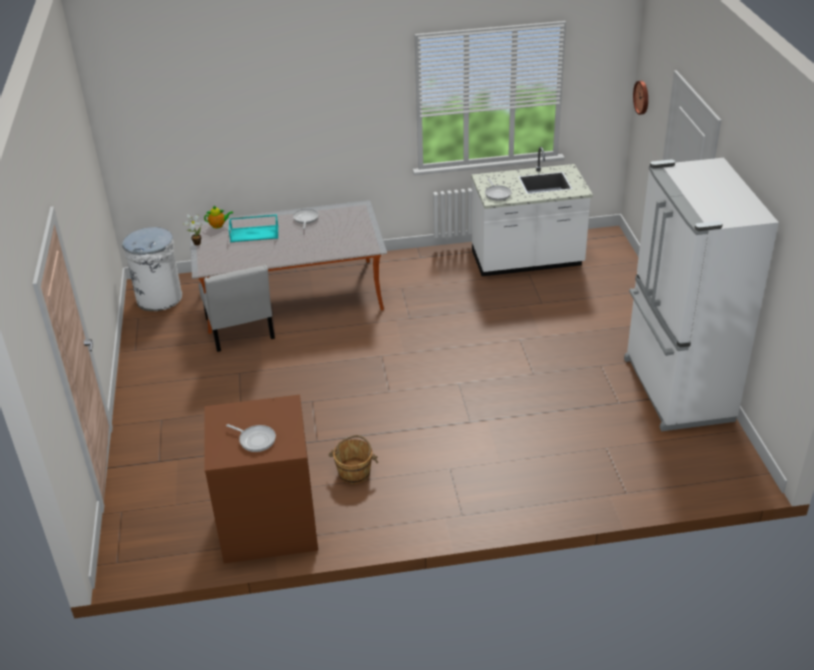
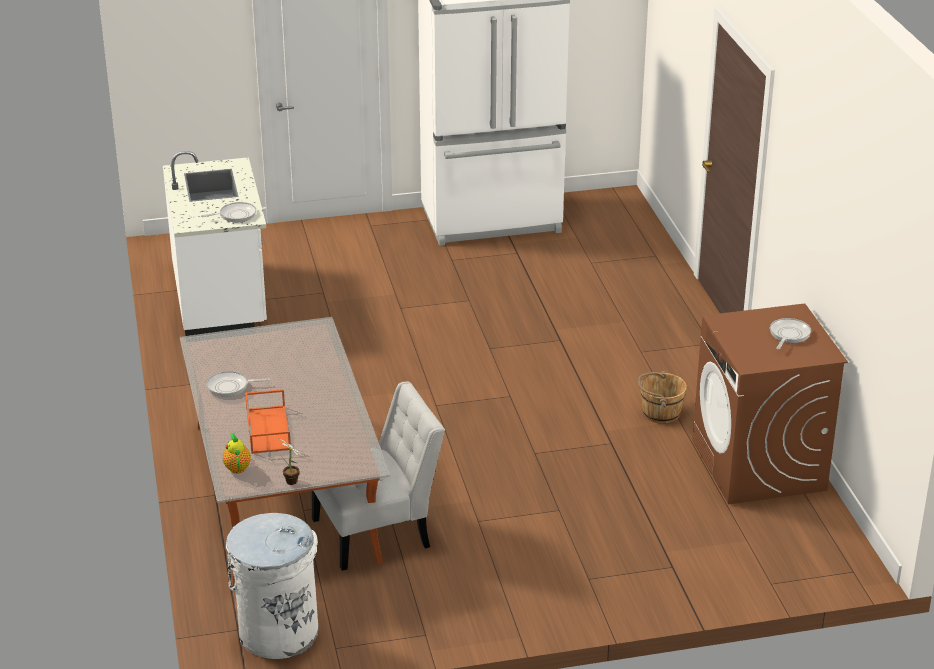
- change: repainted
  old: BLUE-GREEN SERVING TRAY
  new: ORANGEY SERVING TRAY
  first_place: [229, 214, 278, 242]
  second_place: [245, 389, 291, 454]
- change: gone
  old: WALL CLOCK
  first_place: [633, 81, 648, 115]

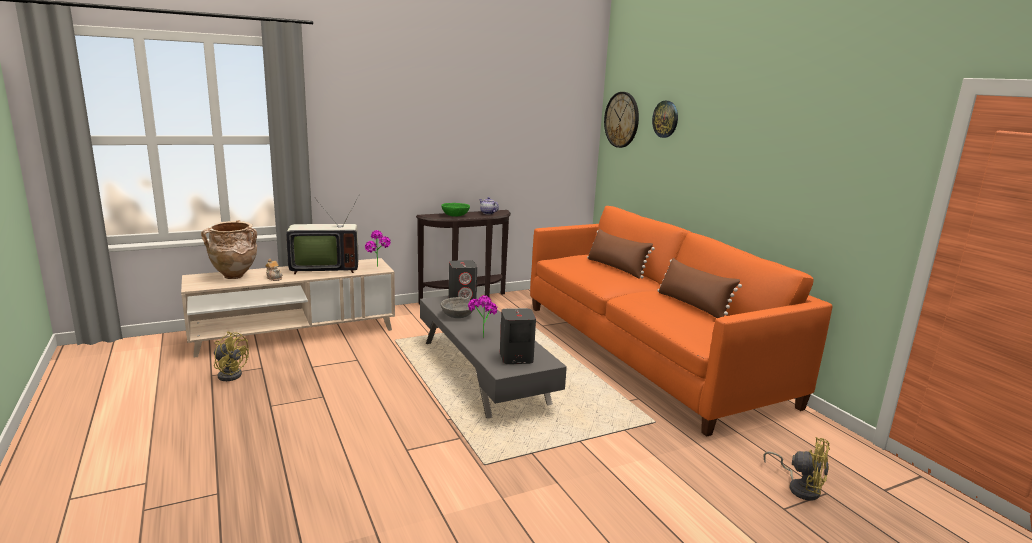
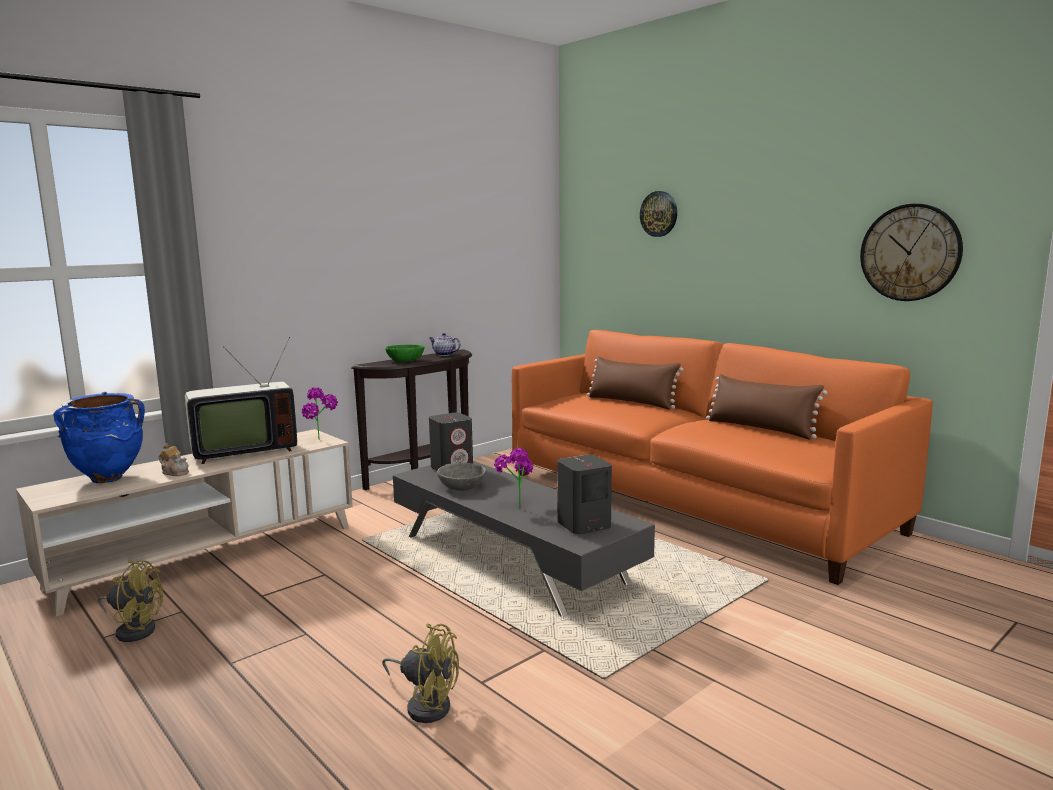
- change: repainted
  old: BEIGE FLOWER VASE
  new: BLUE FLOWER VASE
  first_place: [201, 220, 257, 279]
  second_place: [53, 392, 145, 483]
- change: shifted
  old: YELLOW ELECTRIC FAN
  first_place: [763, 437, 830, 501]
  second_place: [382, 624, 459, 723]
- change: shifted
  old: WALL CLOCK
  first_place: [604, 92, 639, 148]
  second_place: [860, 204, 963, 301]

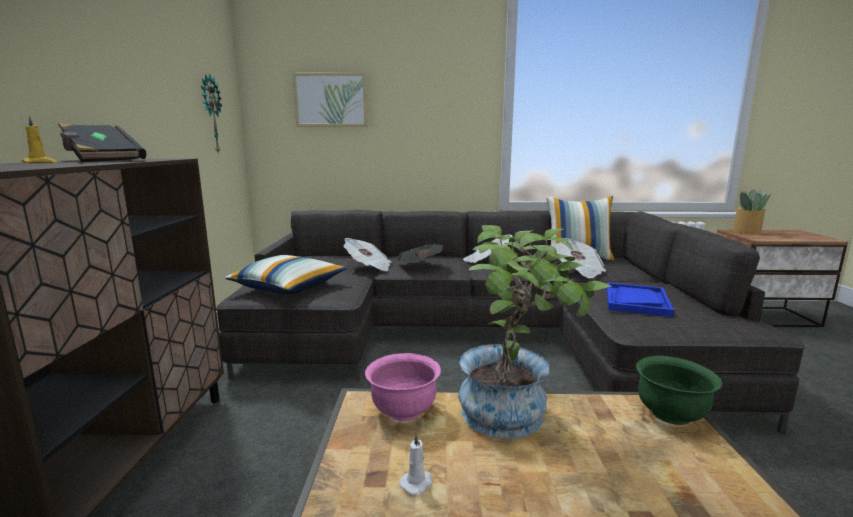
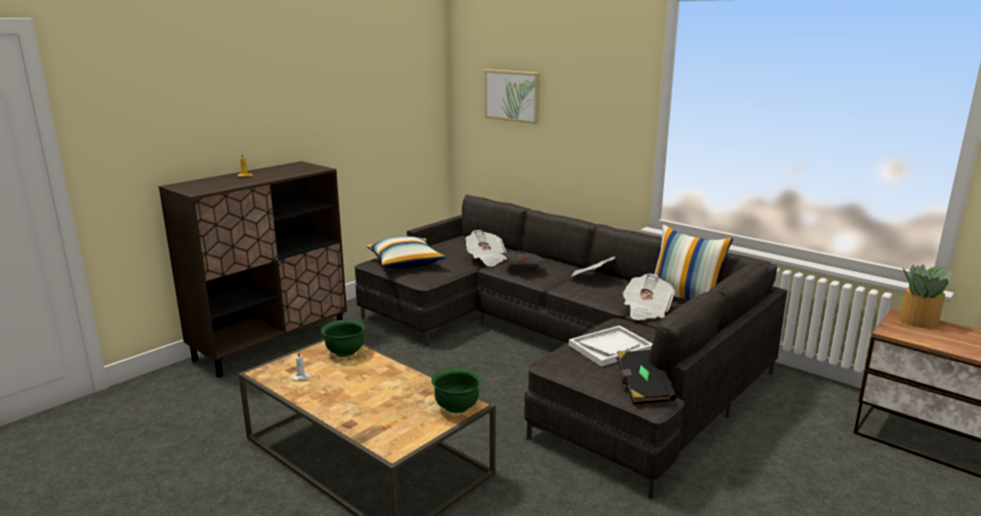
- change: repainted
  old: PINK BOWL
  new: GREEN BOWL
  first_place: [365, 353, 441, 421]
  second_place: [321, 319, 366, 357]
- change: repainted
  old: BLUE SERVING TRAY
  new: WHITISH SERVING TRAY
  first_place: [606, 282, 674, 317]
  second_place: [569, 325, 652, 367]
- change: shifted
  old: BLACK VOLUME
  first_place: [58, 123, 146, 162]
  second_place: [617, 350, 676, 404]
- change: gone
  old: WALL CLOCK
  first_place: [201, 74, 222, 154]
- change: gone
  old: PLANT IN A POT
  first_place: [458, 225, 612, 439]

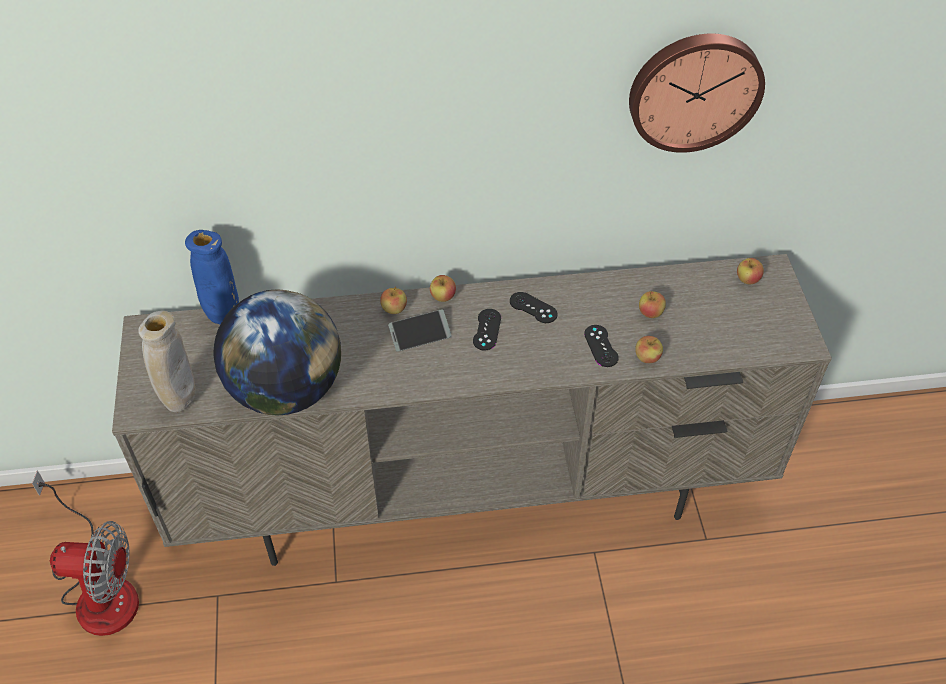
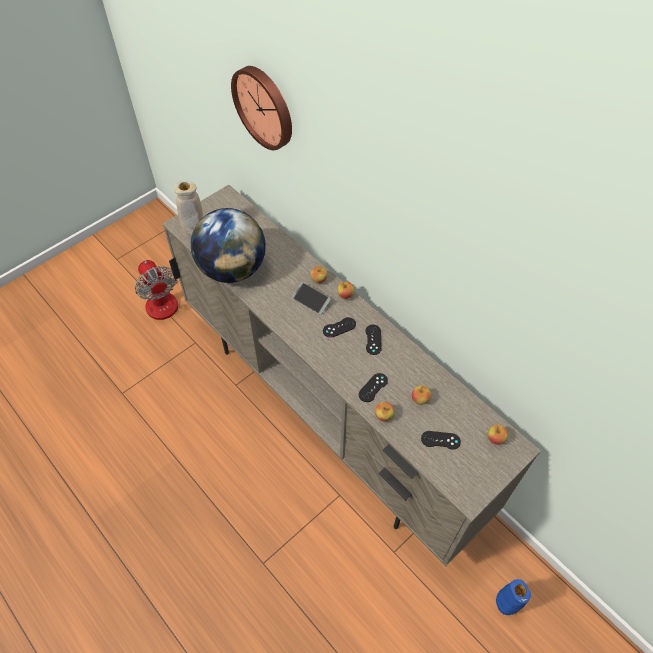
- change: shifted
  old: WALL CLOCK
  first_place: [629, 33, 765, 153]
  second_place: [231, 66, 292, 150]
- change: new
  new: BLACK JOYPAD
  second_place: [421, 431, 461, 450]
- change: shifted
  old: BLUE FLOWER VASE
  first_place: [185, 230, 239, 325]
  second_place: [496, 579, 531, 615]

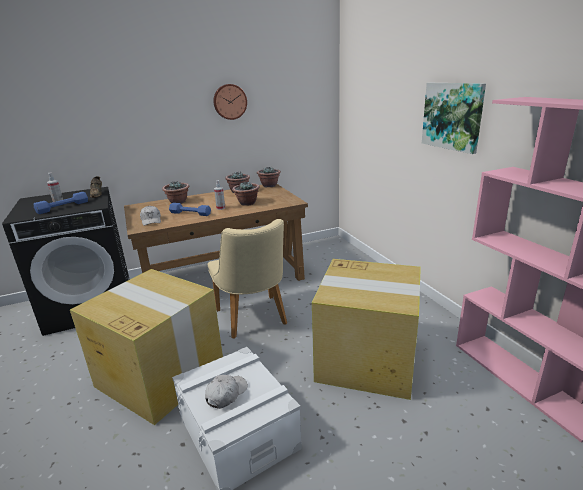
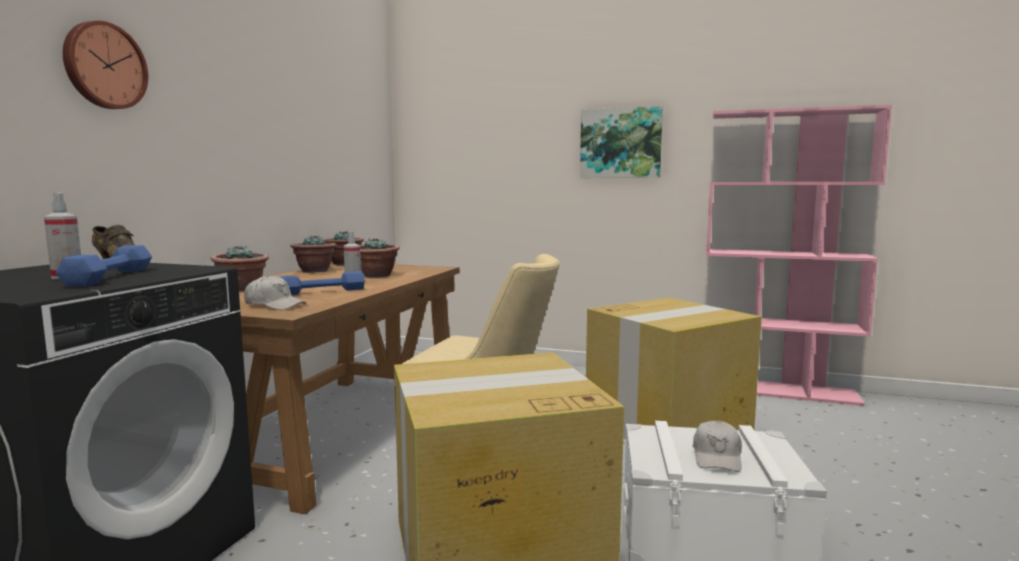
- change: shifted
  old: WALL CLOCK
  first_place: [213, 84, 247, 120]
  second_place: [63, 20, 148, 109]
- change: rotated
  old: WHITISH CAP
  first_place: [205, 375, 248, 409]
  second_place: [693, 420, 742, 472]
  degrees: -150

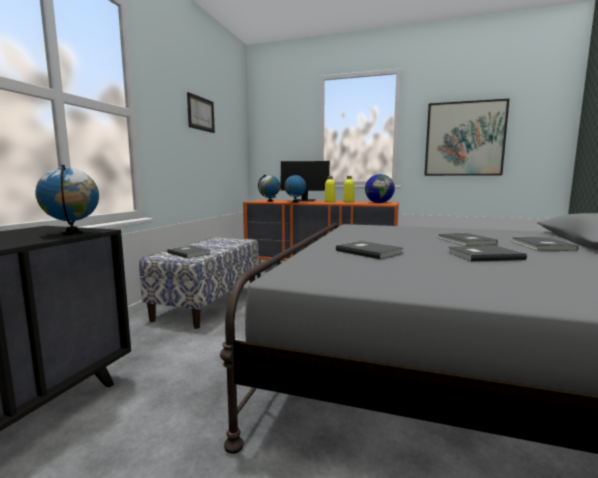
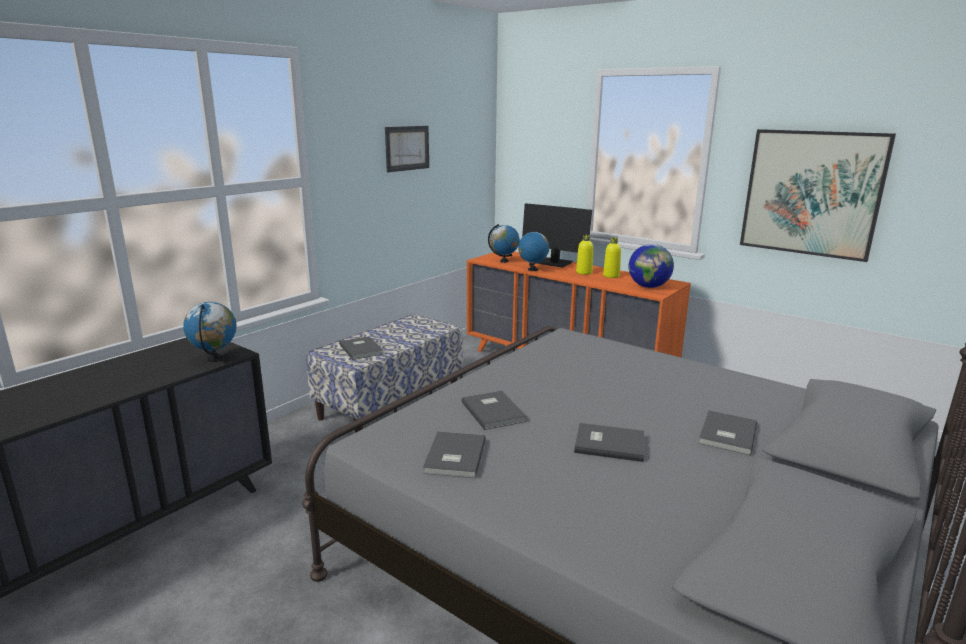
- change: shifted
  old: GRAY VOLUME
  first_place: [438, 233, 498, 246]
  second_place: [423, 431, 486, 478]

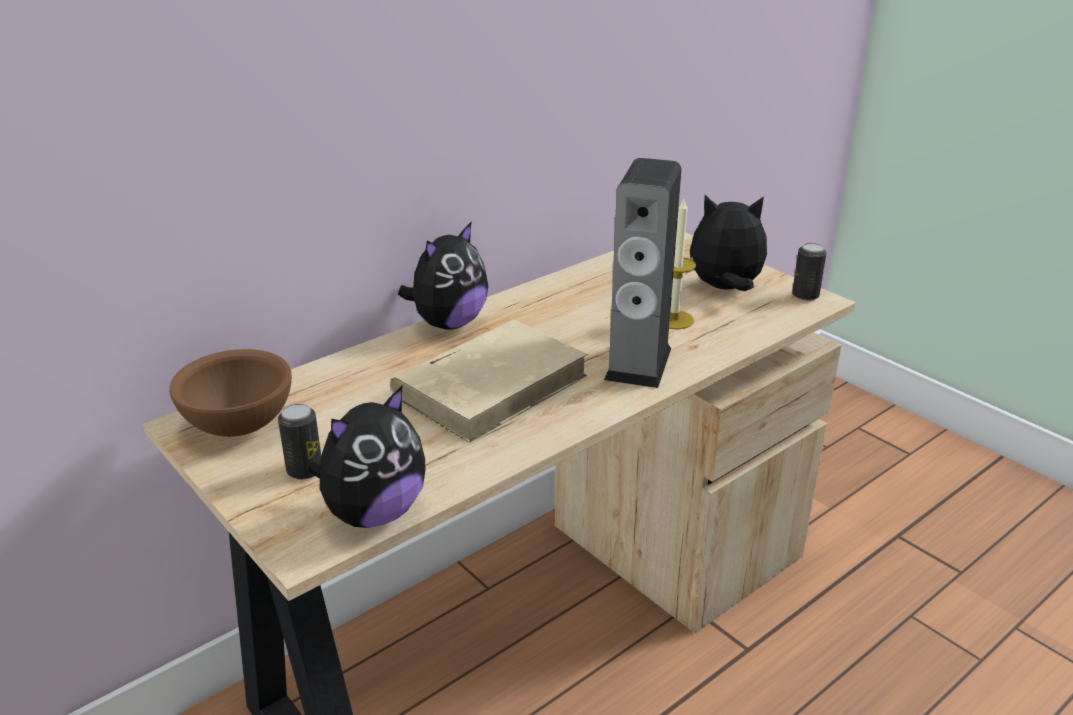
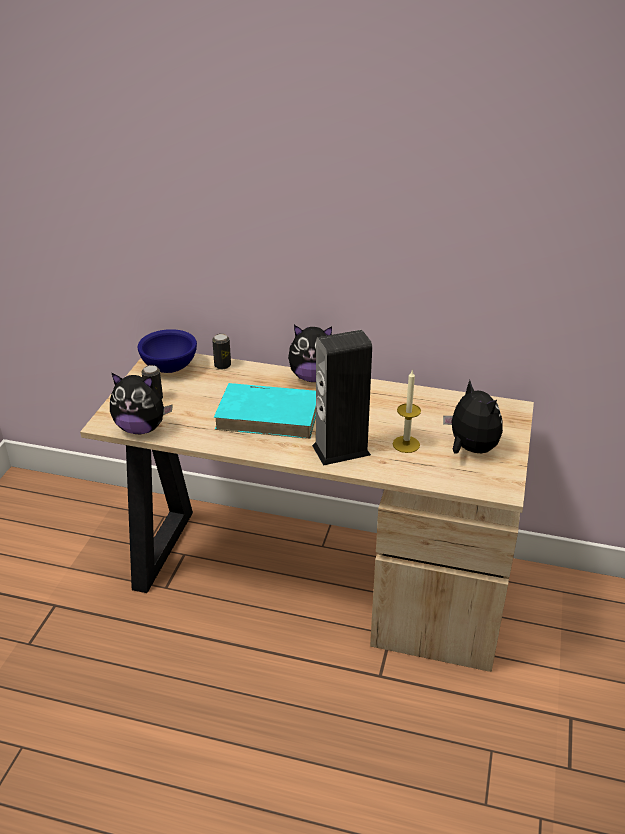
- change: repainted
  old: BROWNISH BOWL
  new: BLUE BOWL
  first_place: [169, 349, 292, 437]
  second_place: [137, 329, 197, 373]
- change: shifted
  old: SEALED CAN
  first_place: [792, 243, 827, 301]
  second_place: [212, 334, 231, 369]
- change: repainted
  old: BEIGE VOLUME
  new: BLUE-GREEN VOLUME
  first_place: [390, 320, 588, 443]
  second_place: [214, 383, 316, 439]

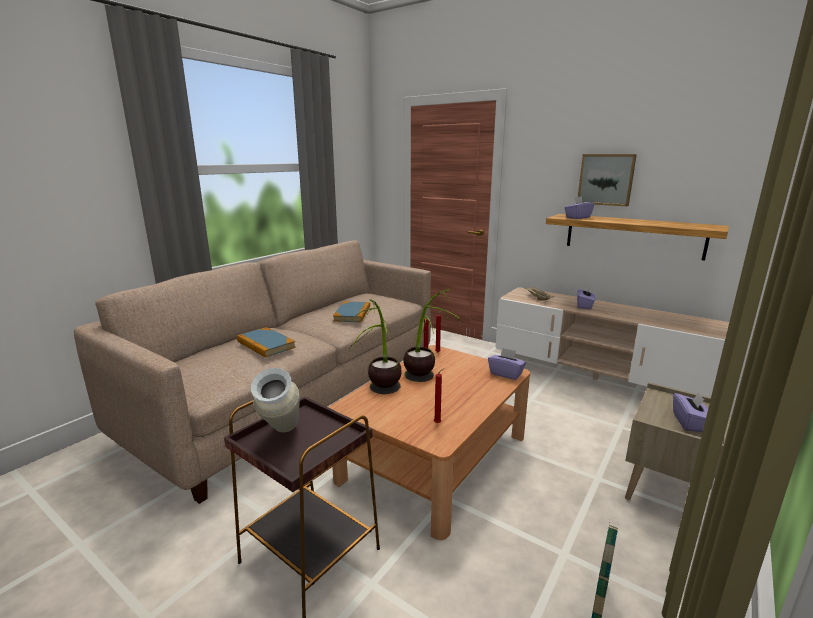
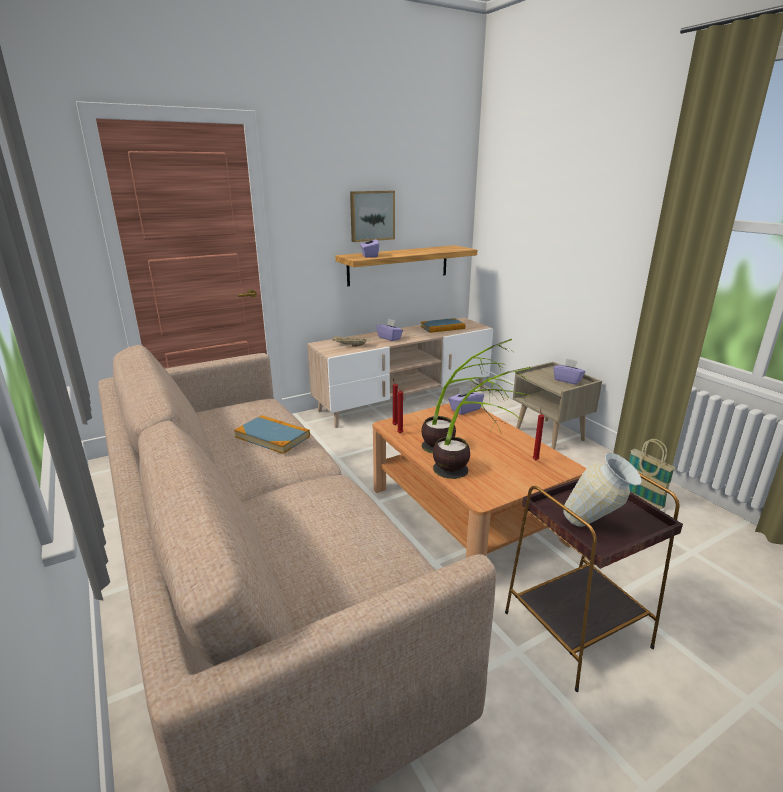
- change: shifted
  old: VOLUME
  first_place: [237, 327, 296, 358]
  second_place: [420, 318, 465, 333]

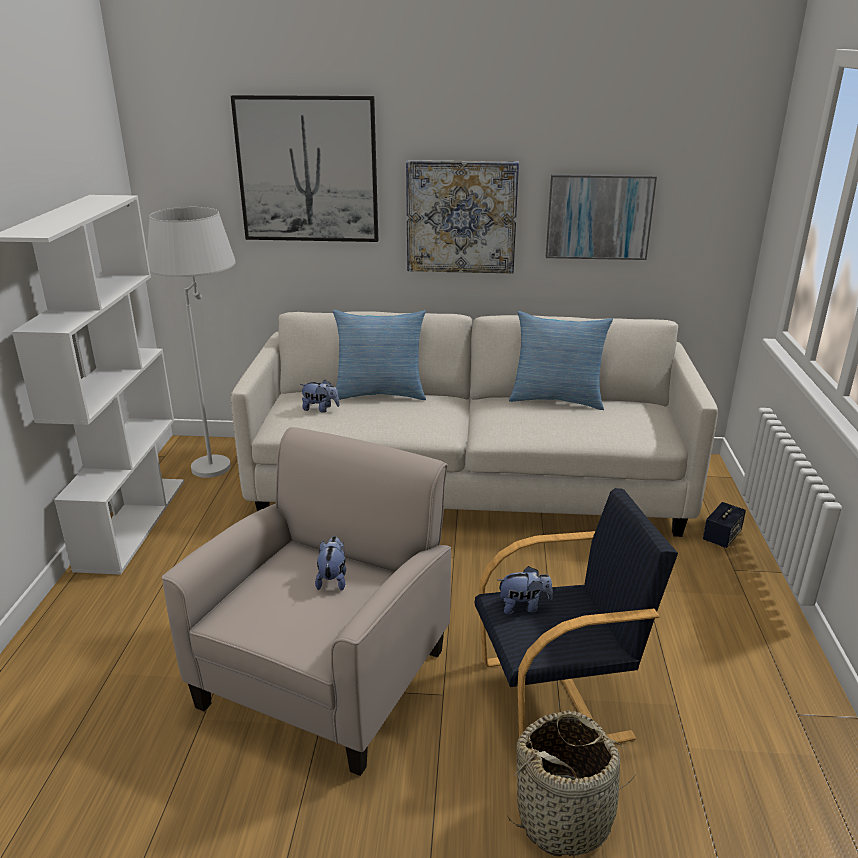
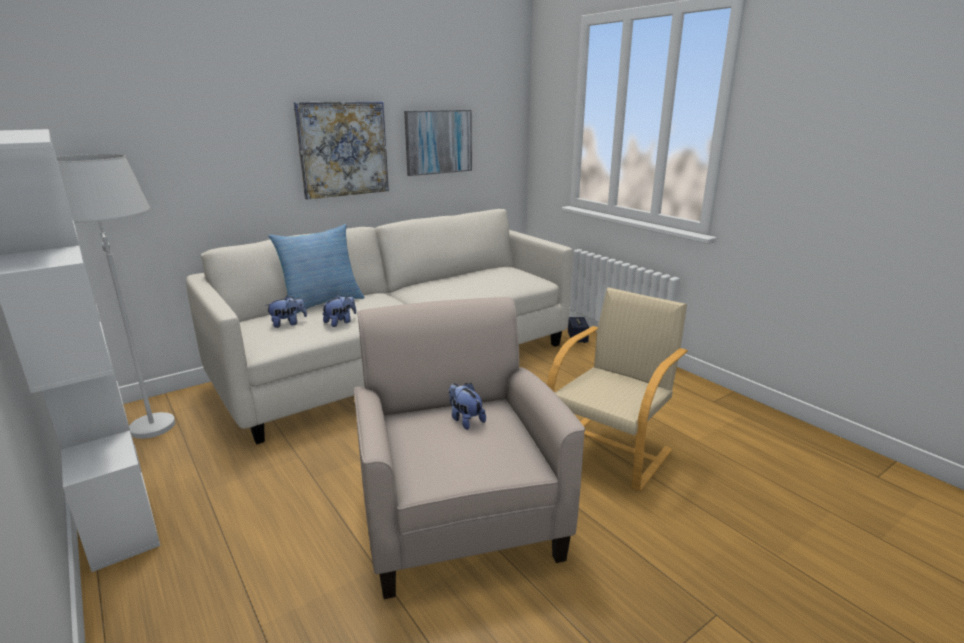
- change: shifted
  old: SOFT TOY
  first_place: [498, 566, 553, 614]
  second_place: [322, 295, 356, 327]
- change: repainted
  old: BLACK ARMCHAIR
  new: BEIGE ARMCHAIR
  first_place: [475, 488, 678, 744]
  second_place: [547, 288, 688, 491]
- change: gone
  old: WALL PICTURE
  first_place: [231, 95, 378, 242]
- change: gone
  old: STORAGE BASKET
  first_place: [506, 711, 638, 856]
- change: gone
  old: CUSHION
  first_place: [509, 311, 613, 410]

